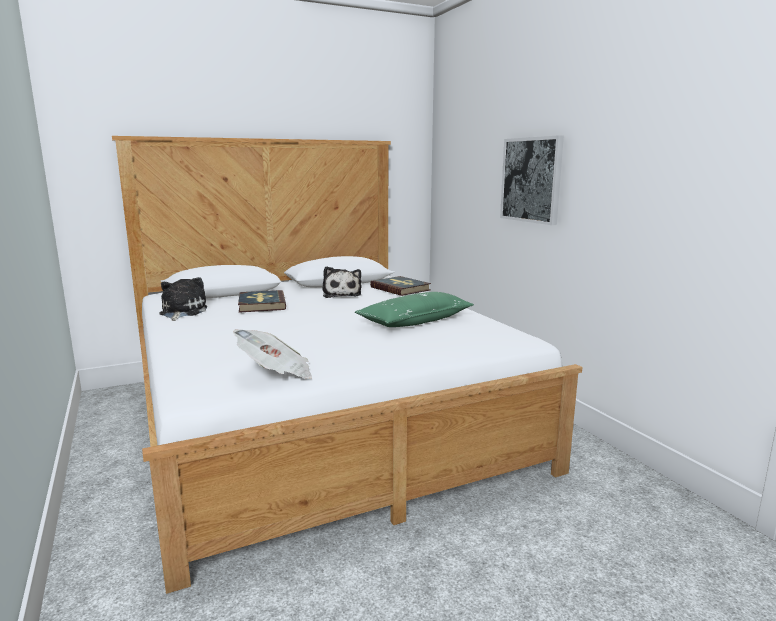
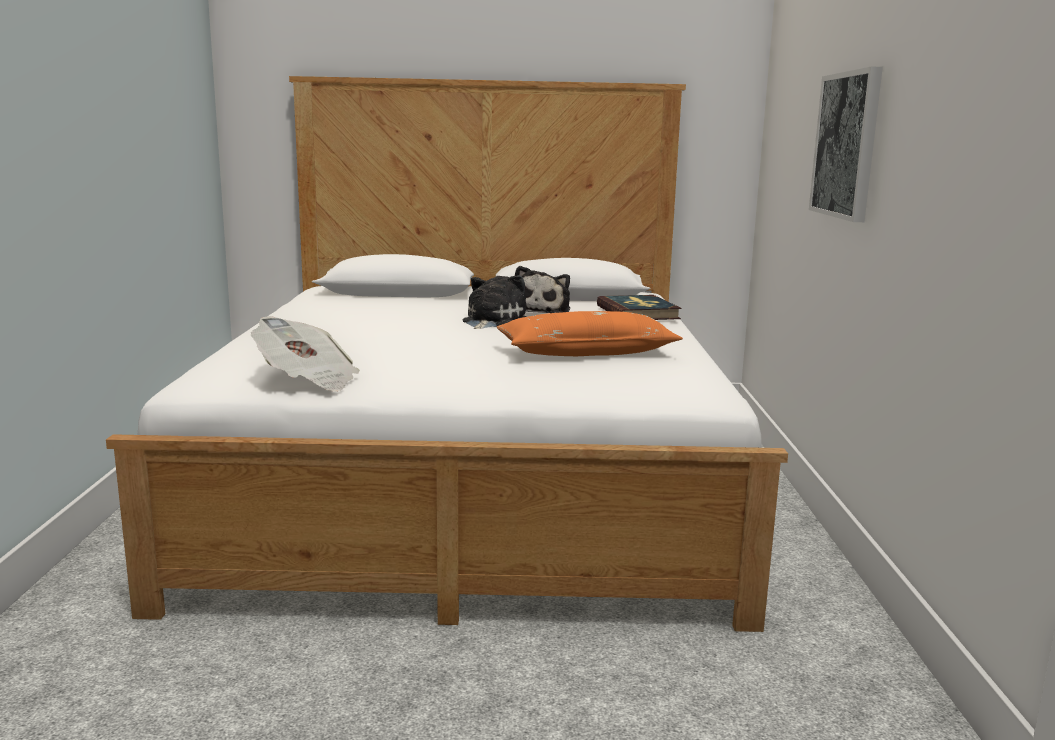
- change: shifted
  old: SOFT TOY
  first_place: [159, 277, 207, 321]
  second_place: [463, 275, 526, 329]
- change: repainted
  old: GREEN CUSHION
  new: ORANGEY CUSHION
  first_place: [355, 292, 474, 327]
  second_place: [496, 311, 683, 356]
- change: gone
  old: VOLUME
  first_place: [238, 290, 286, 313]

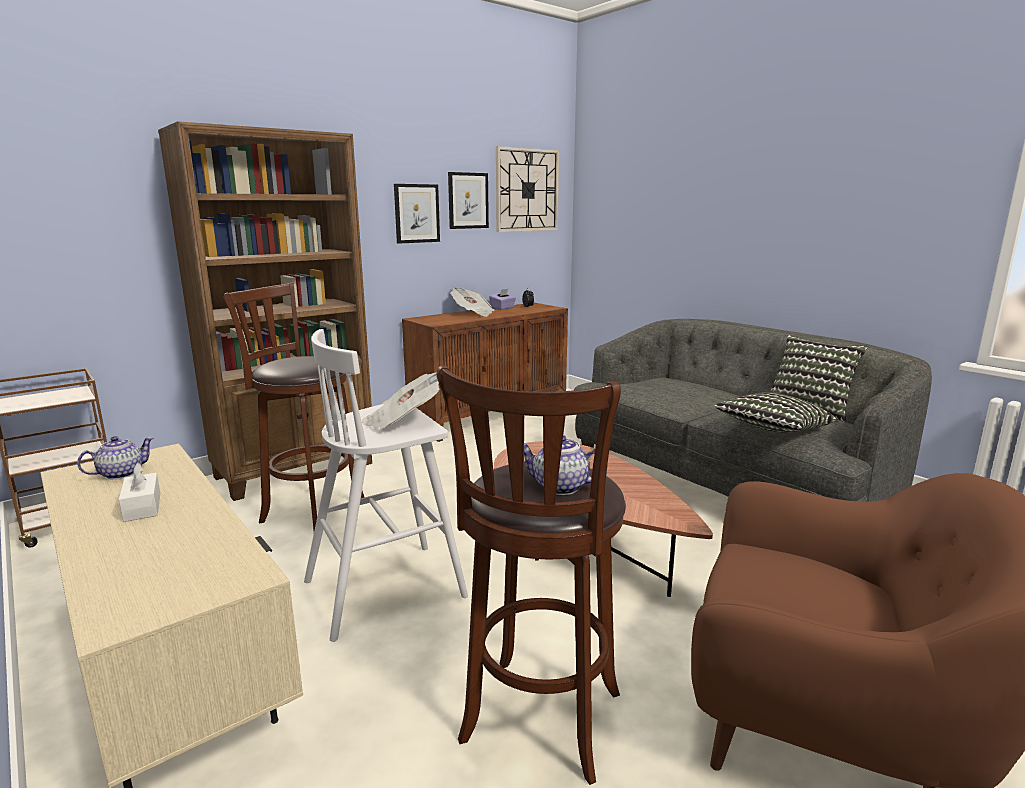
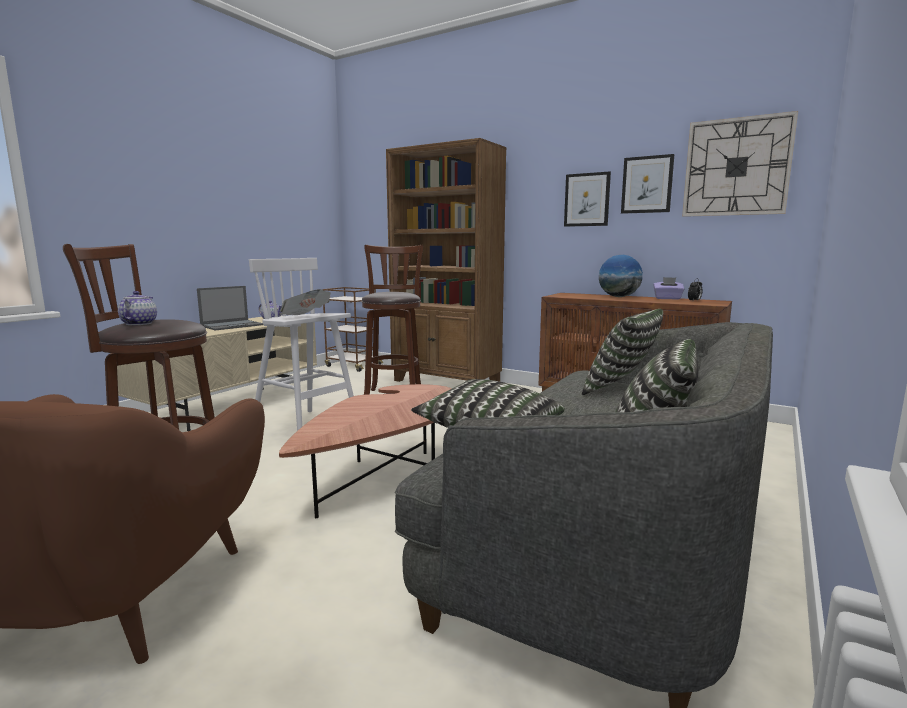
- change: swapped
  old: WHITISH TISSUE BOX
  new: NOTEBOOK COMPUTER
  first_place: [118, 463, 160, 522]
  second_place: [197, 286, 264, 331]
- change: new
  new: CUSHION
  second_place: [582, 309, 663, 395]
- change: swapped
  old: PRINTED PAPER
  new: WORLD GLOBE
  first_place: [450, 287, 494, 317]
  second_place: [599, 255, 643, 297]

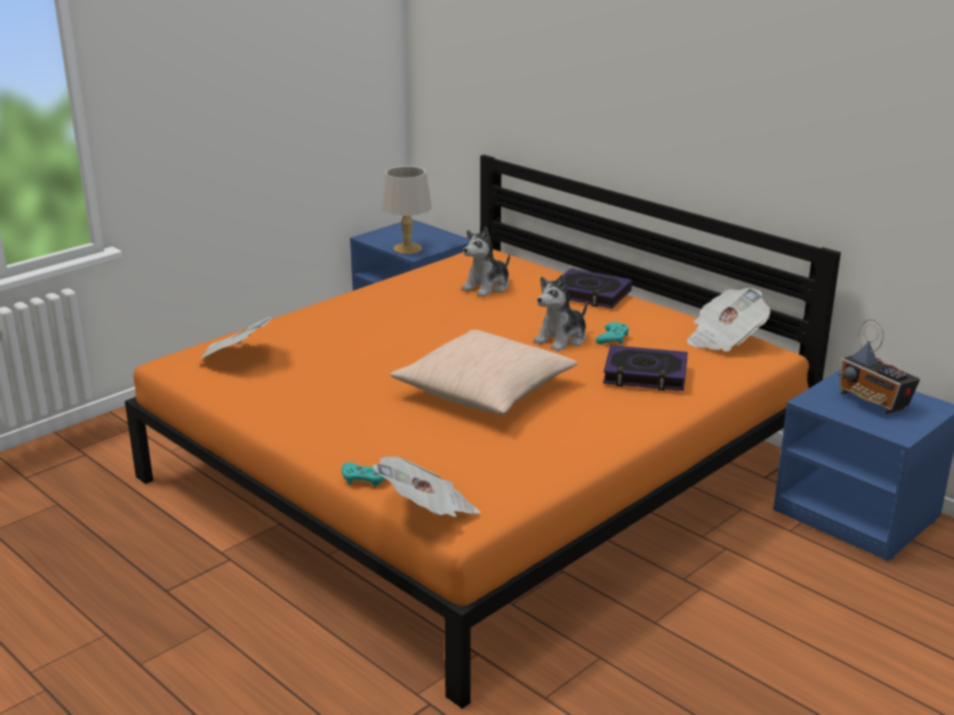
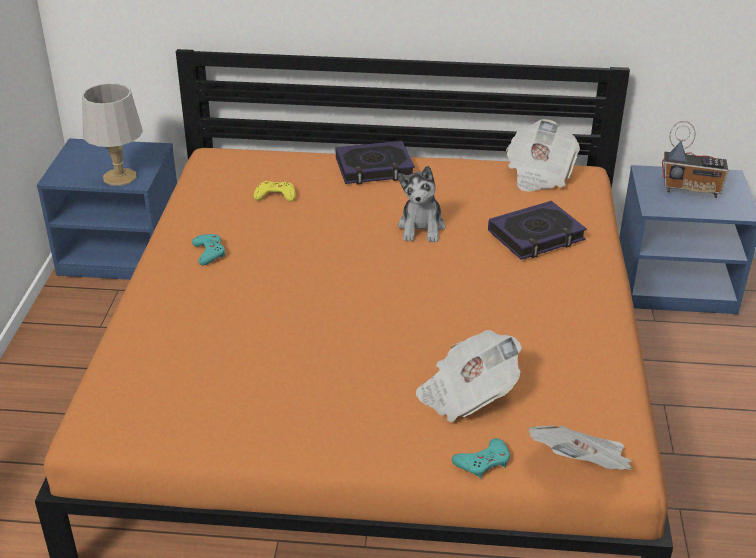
- change: shifted
  old: BLUE-GREEN JOYPAD
  first_place: [595, 322, 629, 344]
  second_place: [192, 234, 225, 265]
- change: swapped
  old: SOFT TOY
  new: YELLOW JOYPAD
  first_place: [461, 227, 510, 297]
  second_place: [254, 181, 296, 202]
- change: shifted
  old: PRINTED PAPER
  first_place: [198, 317, 271, 360]
  second_place: [416, 330, 522, 422]
- change: gone
  old: BEIGE CUSHION
  first_place: [390, 330, 578, 414]

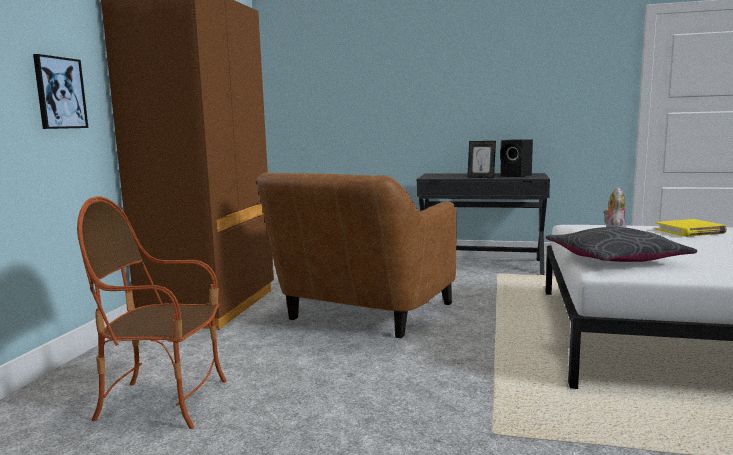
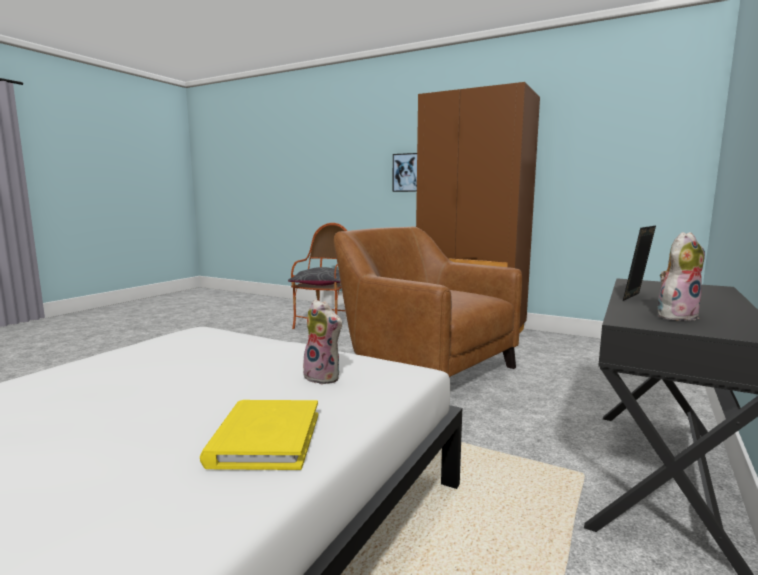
- change: shifted
  old: GRAY CUSHION
  first_place: [546, 227, 697, 262]
  second_place: [288, 267, 340, 286]
- change: swapped
  old: BLACK AUDIO SPEAKER
  new: SOFT TOY
  first_place: [500, 139, 533, 177]
  second_place: [657, 232, 705, 322]

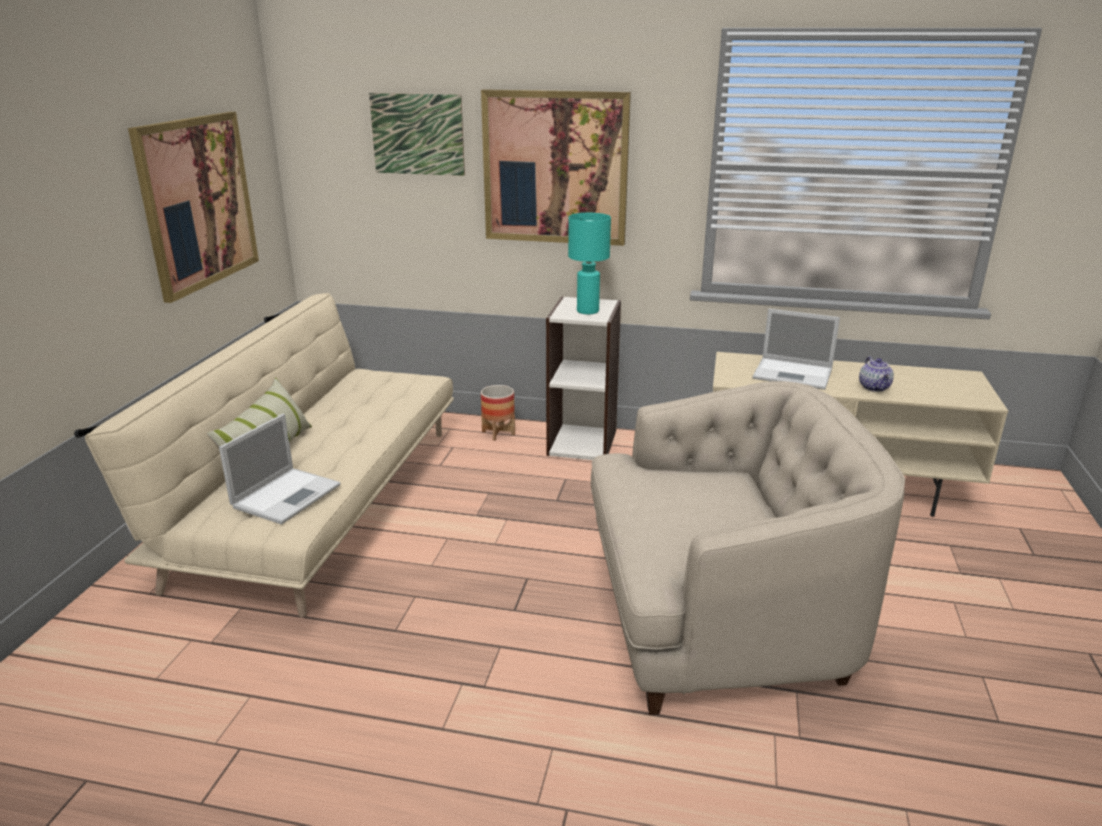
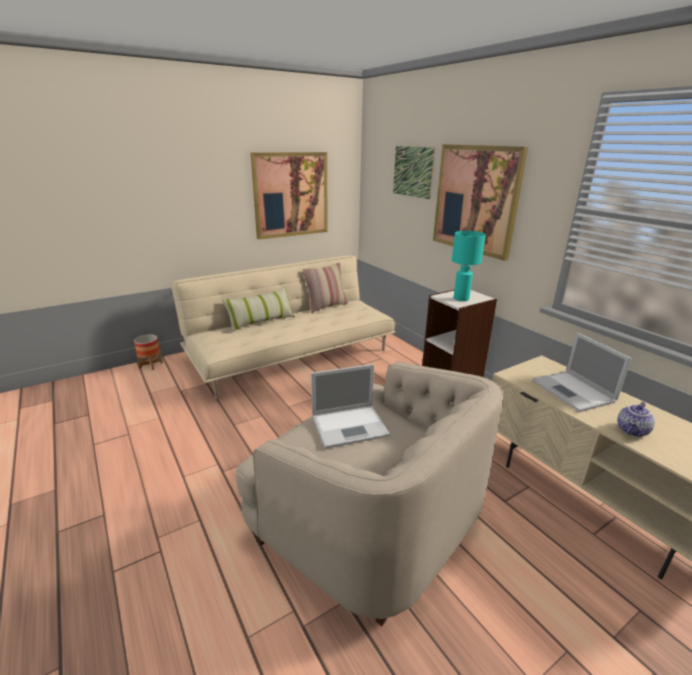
- change: shifted
  old: FLOWER POT
  first_place: [481, 385, 515, 441]
  second_place: [134, 334, 163, 370]
- change: new
  new: CUSHION
  second_place: [302, 263, 348, 313]
- change: shifted
  old: NOTEBOOK COMPUTER
  first_place: [219, 414, 341, 525]
  second_place: [311, 364, 390, 449]

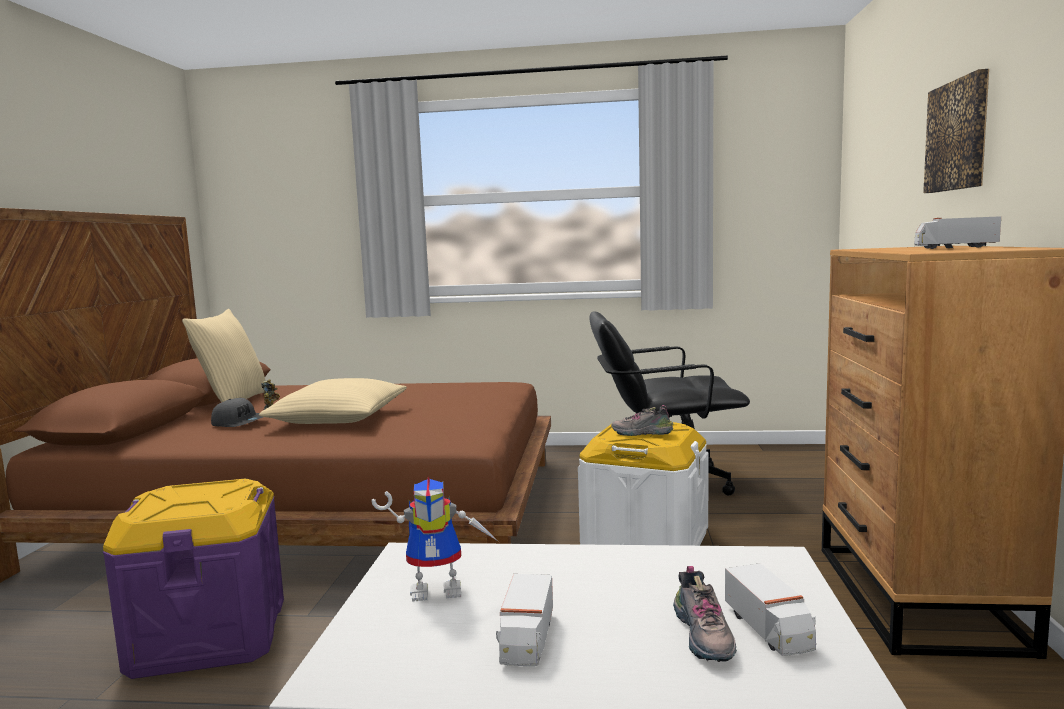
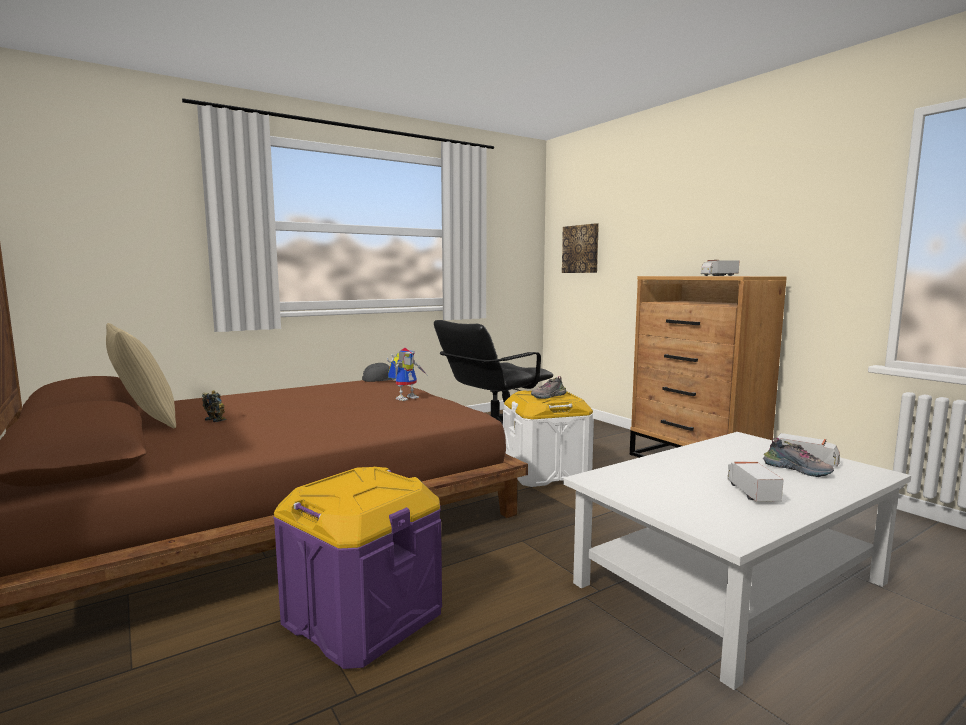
- change: shifted
  old: GRAY CAP
  first_place: [211, 398, 263, 427]
  second_place: [362, 363, 394, 382]
- change: shifted
  old: MODEL ROBOT
  first_place: [371, 477, 499, 602]
  second_place: [387, 348, 427, 401]
- change: shifted
  old: WALL PICTURE
  first_place: [923, 69, 989, 193]
  second_place: [562, 223, 599, 273]
- change: rotated
  old: TOY TRUCK
  first_place: [496, 574, 553, 666]
  second_place: [727, 462, 784, 502]
  degrees: -150
- change: gone
  old: BEIGE CUSHION
  first_place: [259, 378, 407, 424]

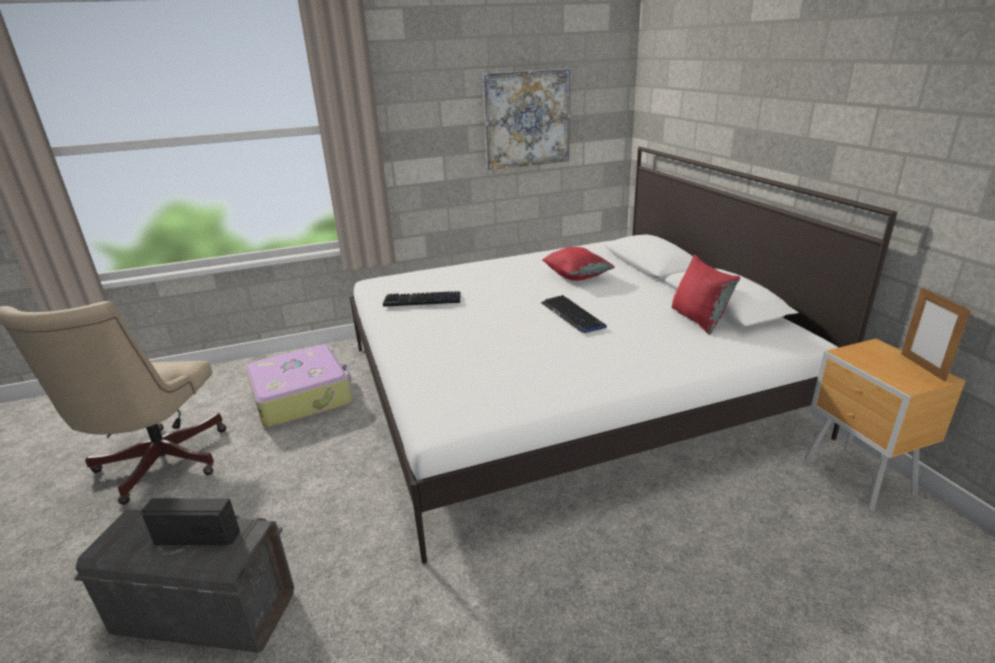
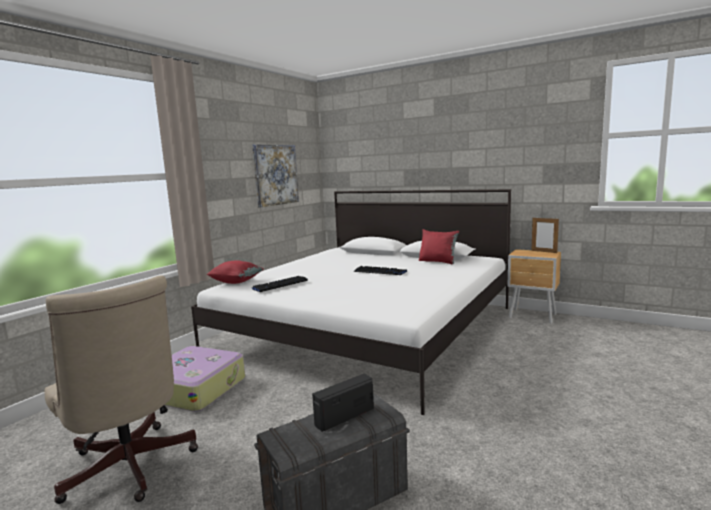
- change: shifted
  old: RED-COLOURED CUSHION
  first_place: [542, 247, 615, 281]
  second_place: [207, 260, 264, 284]

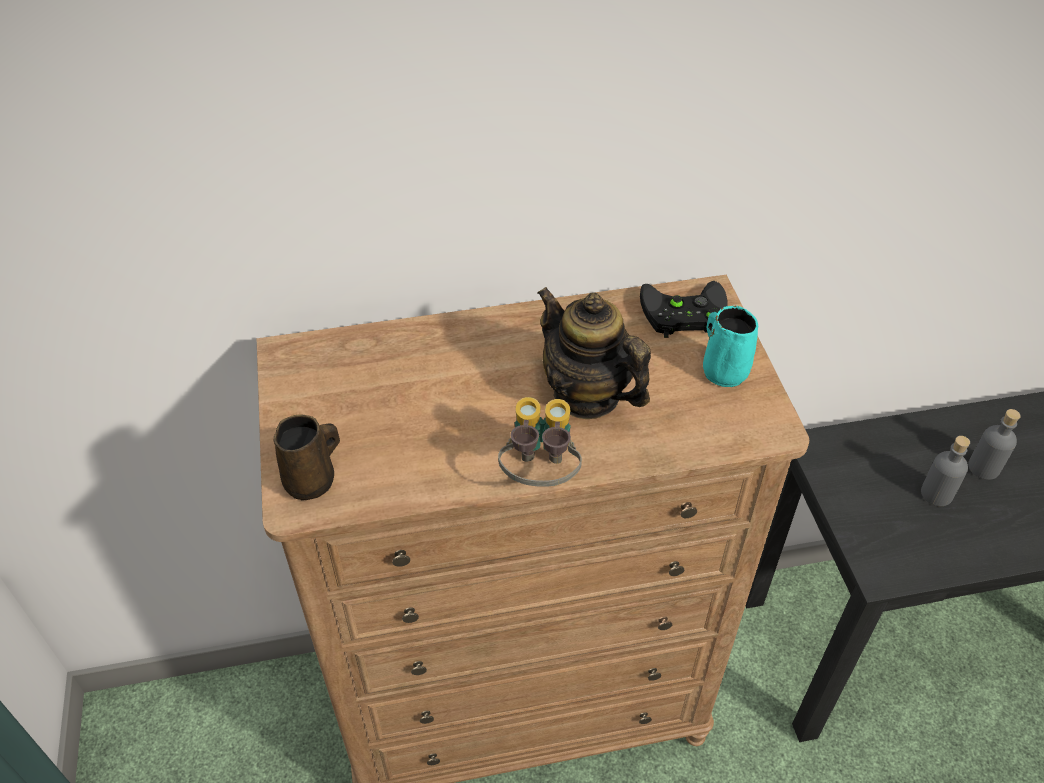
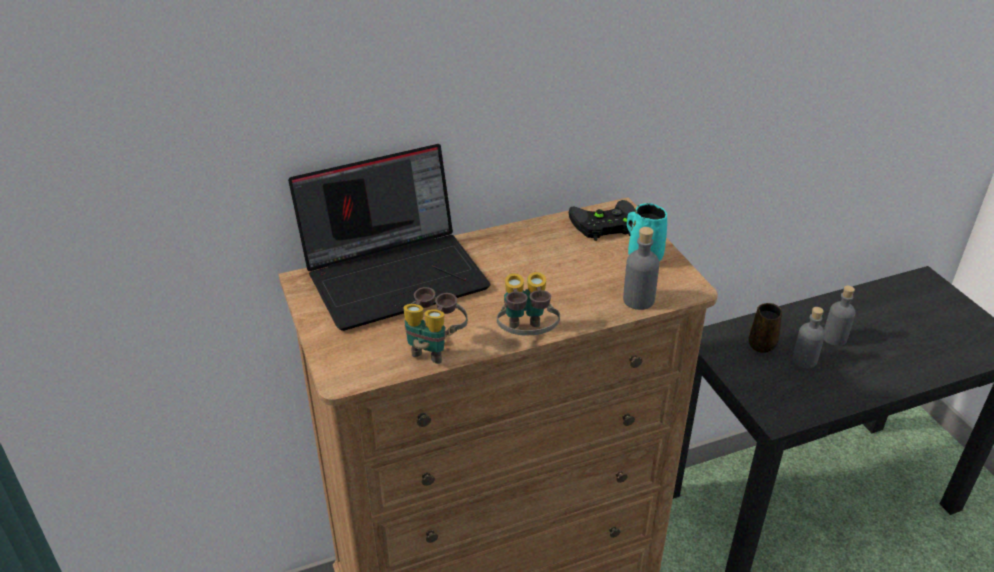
- change: new
  new: NOTEBOOK COMPUTER
  second_place: [288, 144, 491, 331]
- change: new
  new: FIELD GLASSES
  second_place: [403, 287, 468, 364]
- change: new
  new: GRAY DRINK BOTTLE
  second_place: [623, 227, 659, 310]
- change: shifted
  old: BROWNISH COFFEE MUG
  first_place: [274, 414, 340, 500]
  second_place: [749, 303, 782, 353]
- change: gone
  old: TEAPOT
  first_place: [537, 287, 651, 419]

